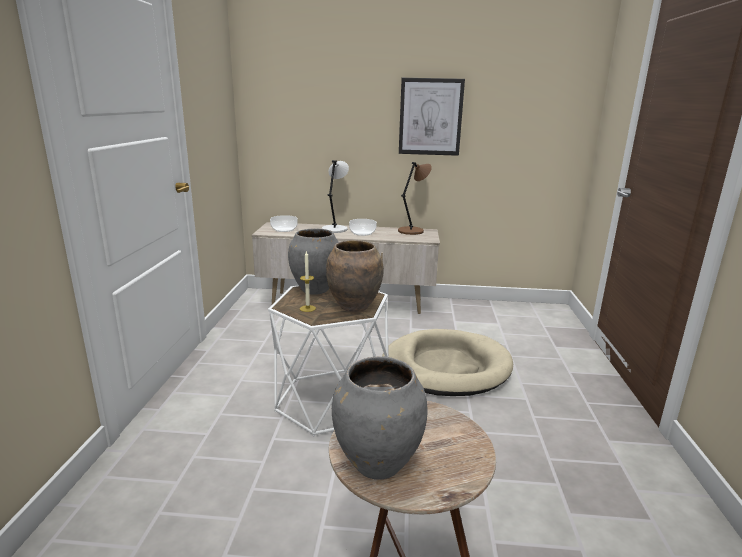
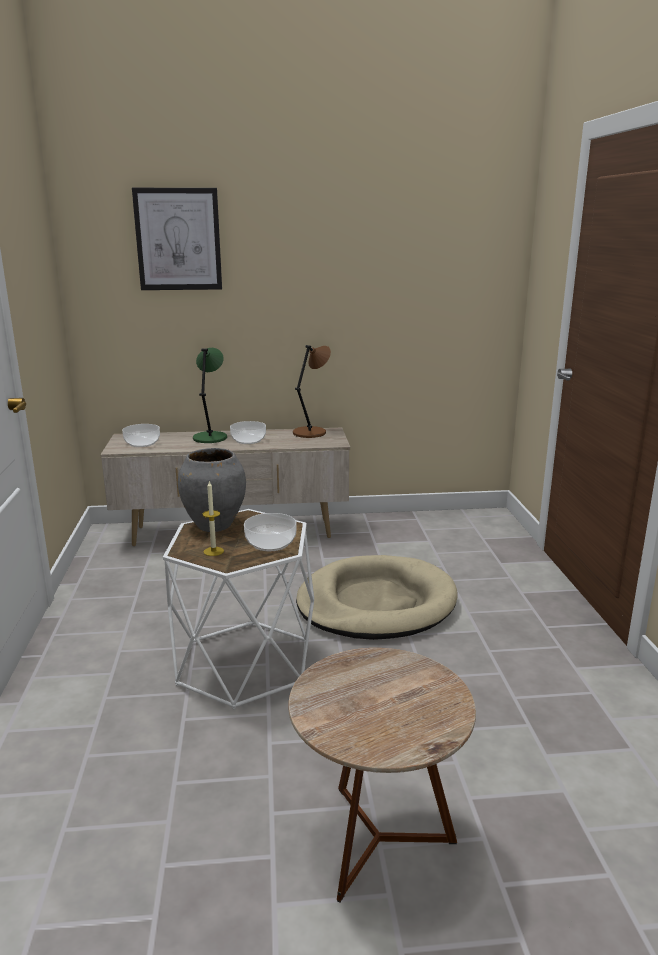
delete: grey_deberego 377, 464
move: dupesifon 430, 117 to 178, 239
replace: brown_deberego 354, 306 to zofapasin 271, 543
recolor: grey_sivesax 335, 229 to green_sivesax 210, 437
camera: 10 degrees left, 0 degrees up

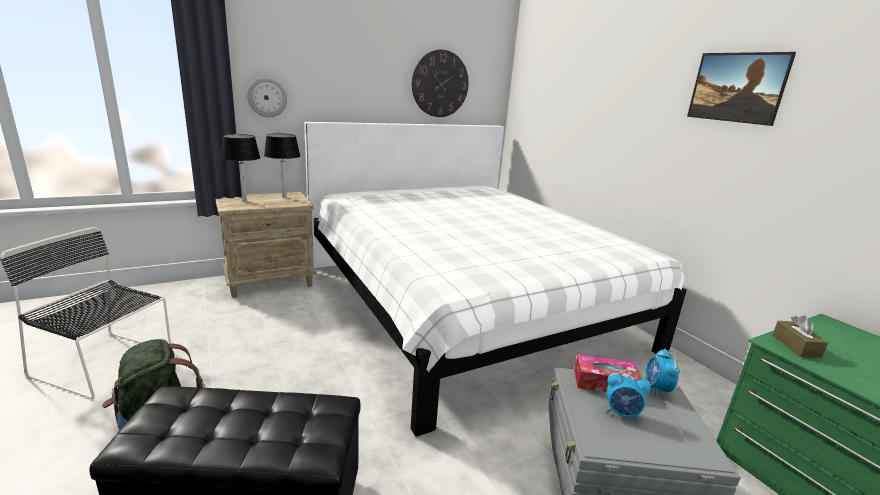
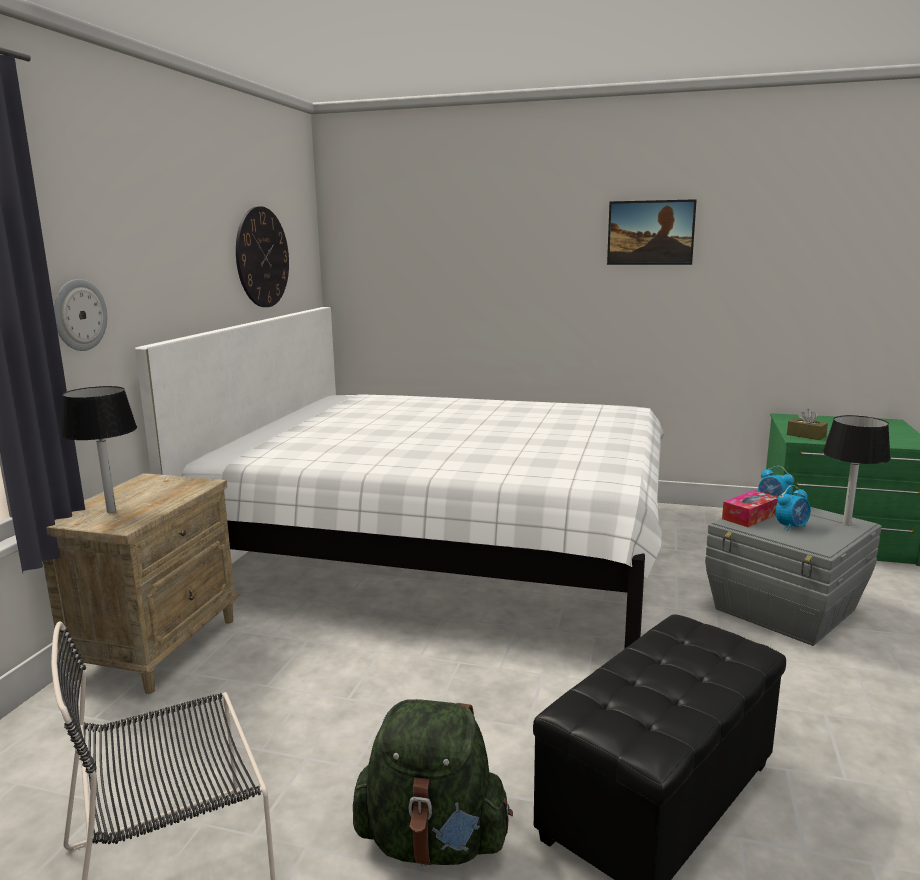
move: black_sivesax 284, 197 to 846, 524
camera: 45 degrees left, 5 degrees down

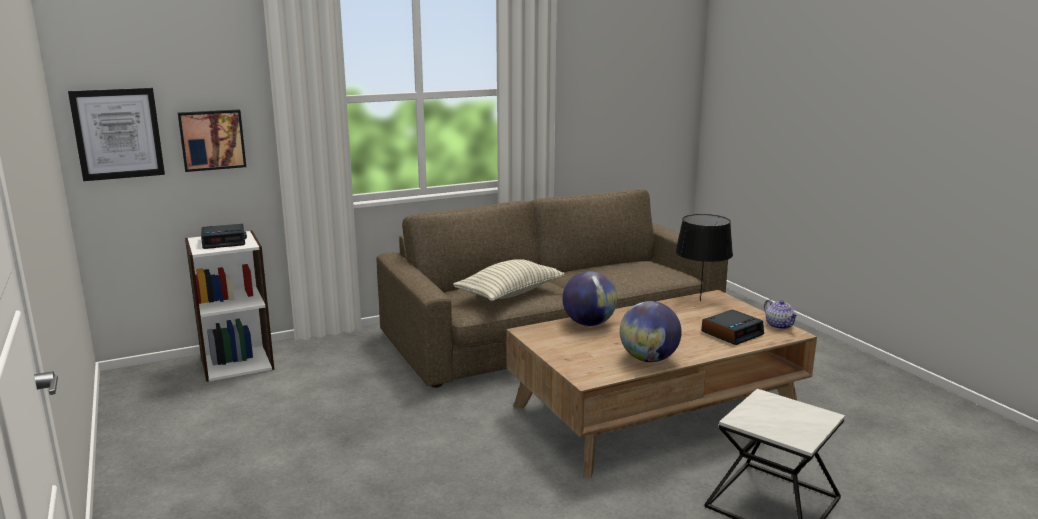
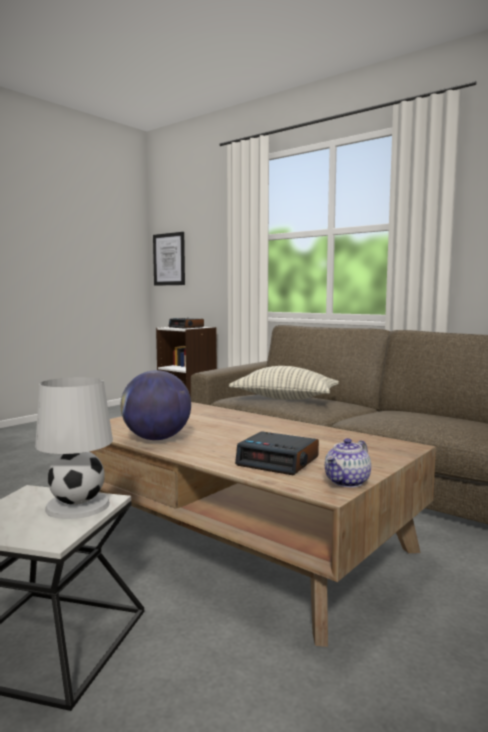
delete: dupesifon 212, 139; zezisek 589, 323; black_sivesax 700, 300
insert: white_sivesax 76, 506
camera: 65 degrees right, 10 degrees down

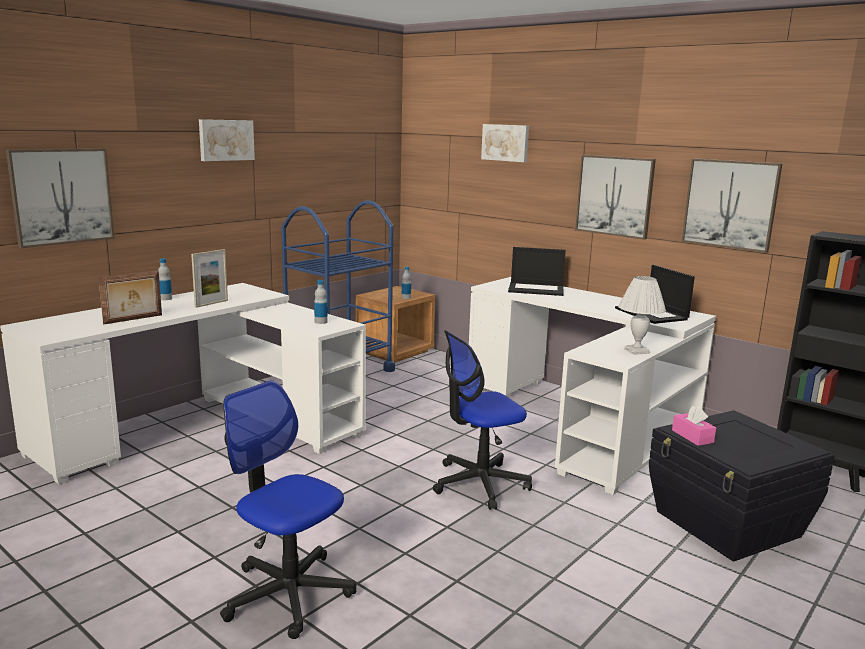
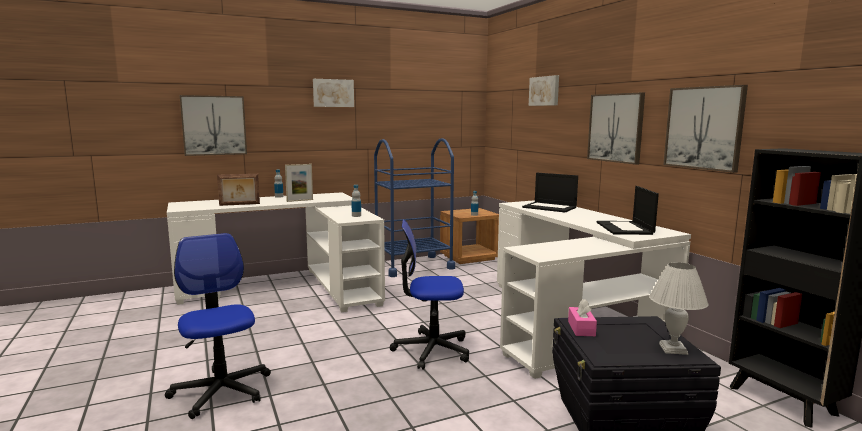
move: white_sivesax 636, 351 to 672, 348
camera: 25 degrees right, 5 degrees down

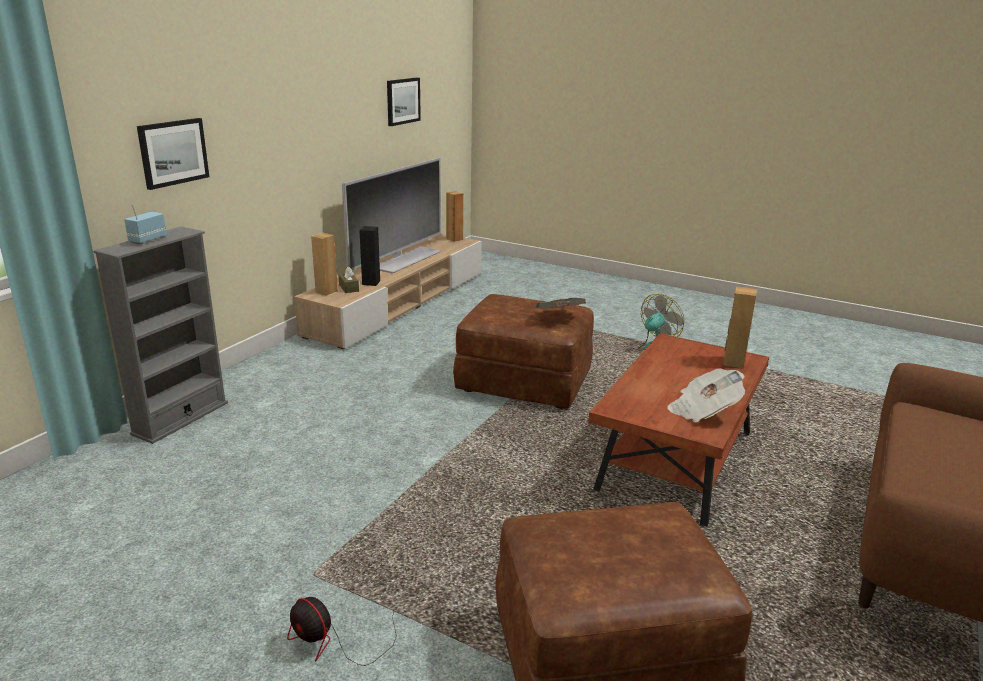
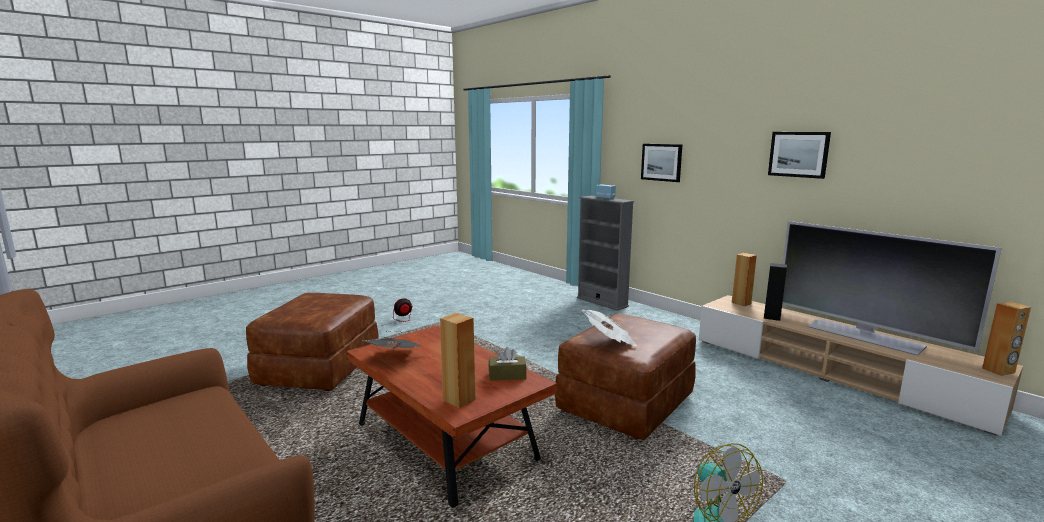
move: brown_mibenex 349, 288 to 507, 375; dupesifon 402, 101 to 798, 154
camera: 110 degrees right, 10 degrees down

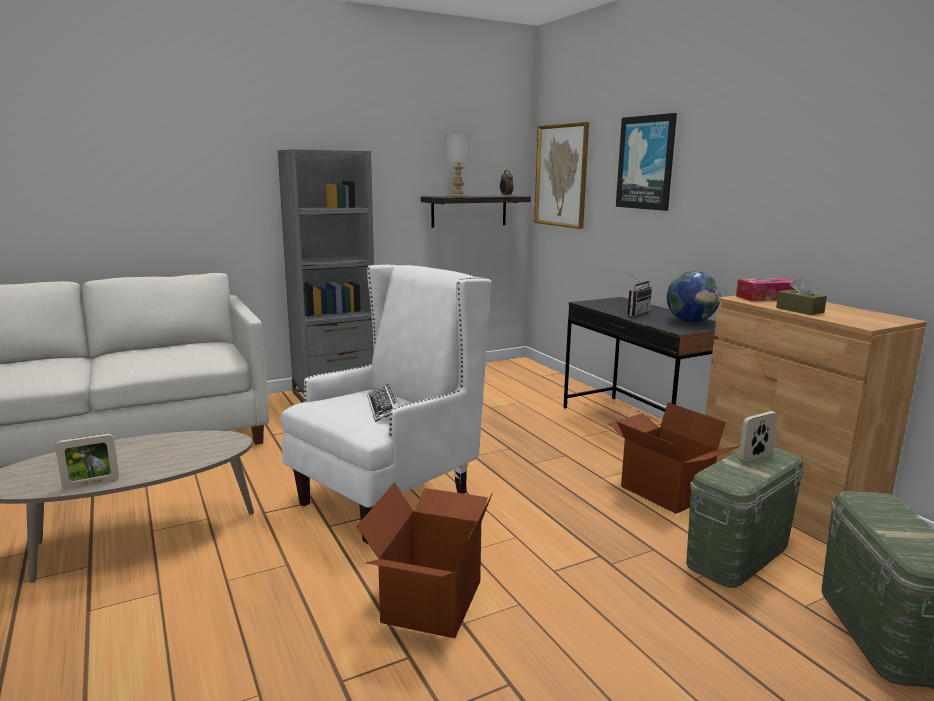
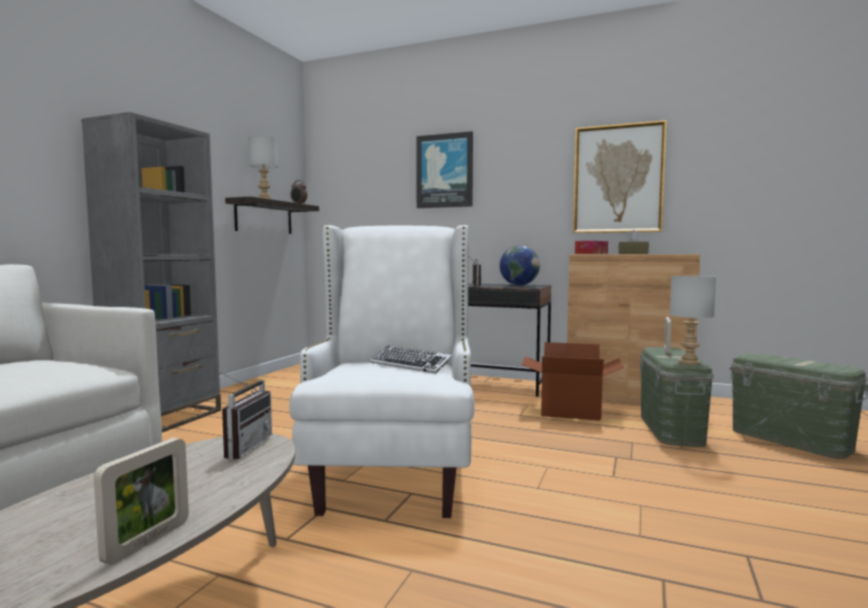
delete: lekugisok 430, 601
insert: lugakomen 242, 447; grey_sivesax 689, 362
move: dupesifon 561, 175 to 618, 179
camera: 40 degrees left, 10 degrees down

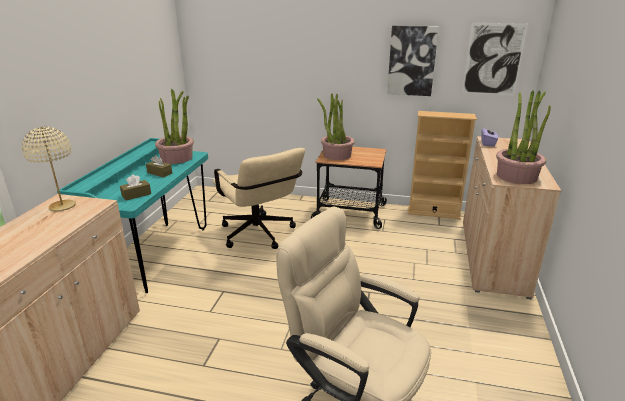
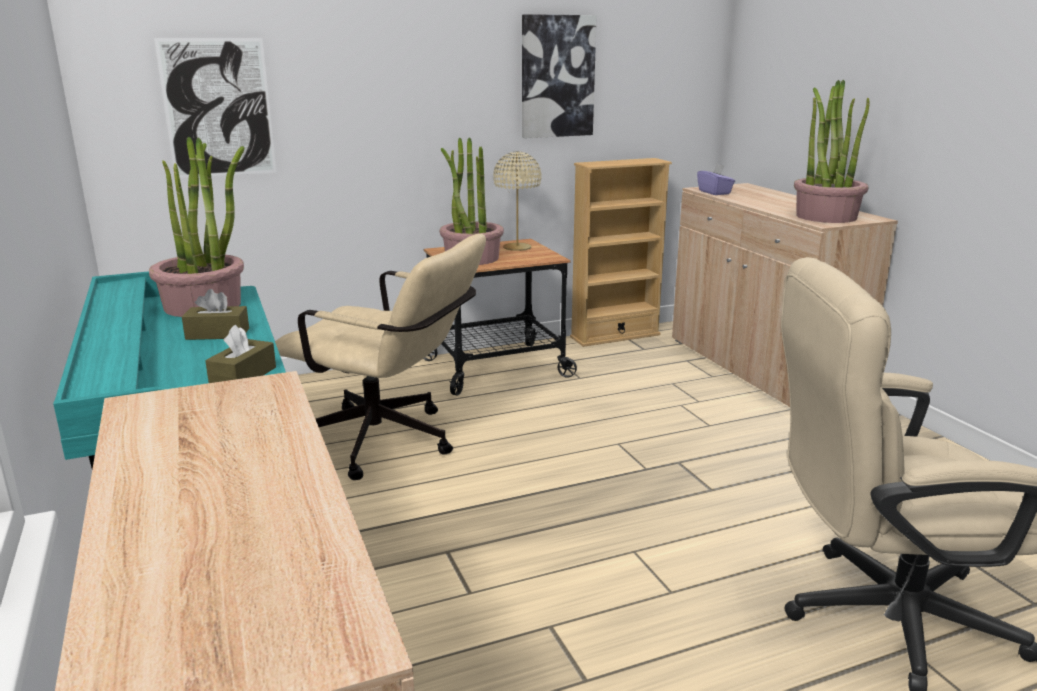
move: beige_sivesax 62, 206 to 517, 248; dupesifon 493, 59 to 218, 108
camera: 35 degrees left, 5 degrees down

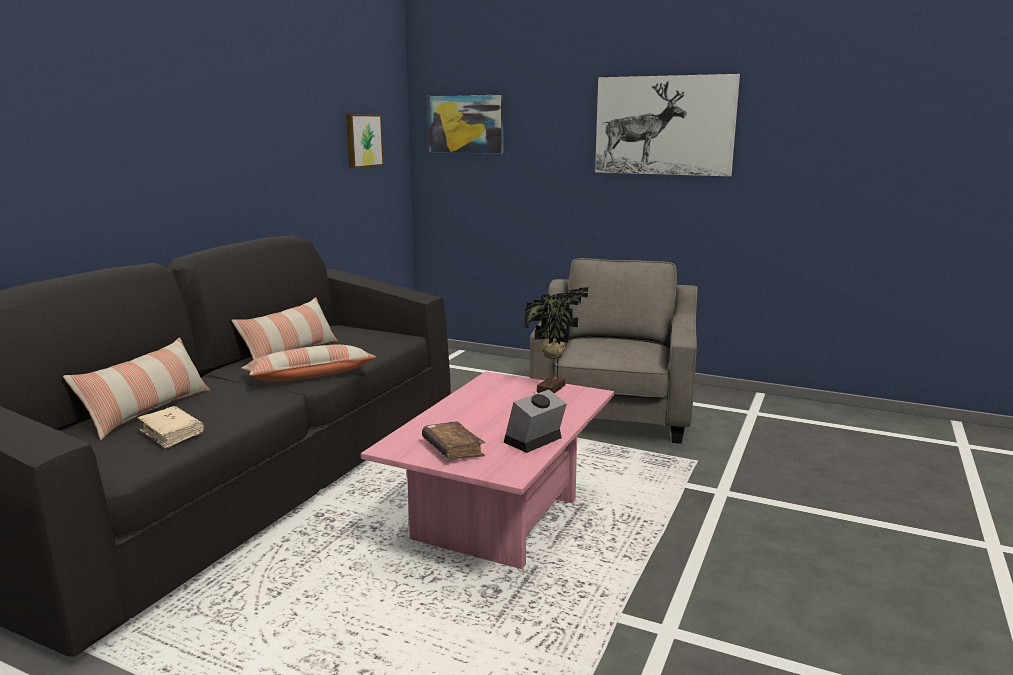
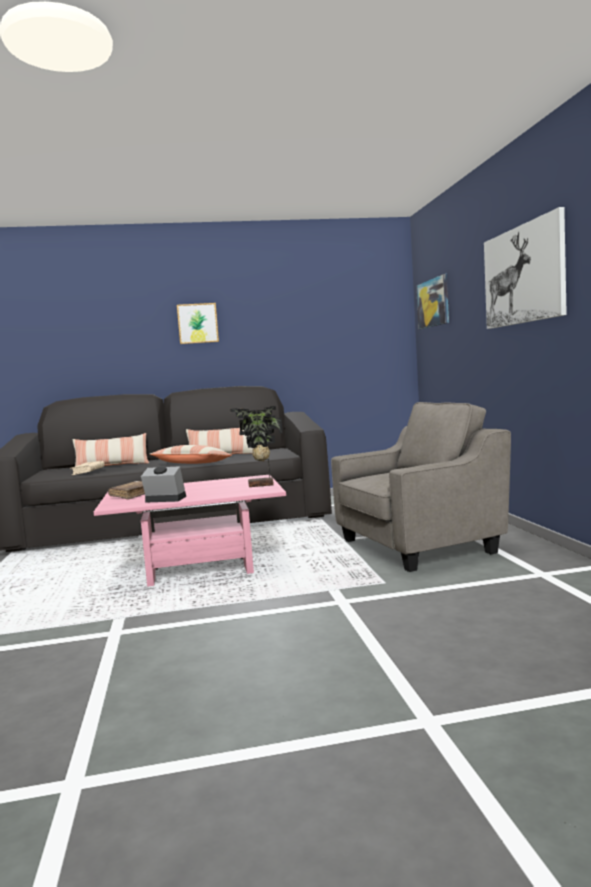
move: dupesifon 363, 140 to 197, 323
camera: 55 degrees right, 10 degrees down

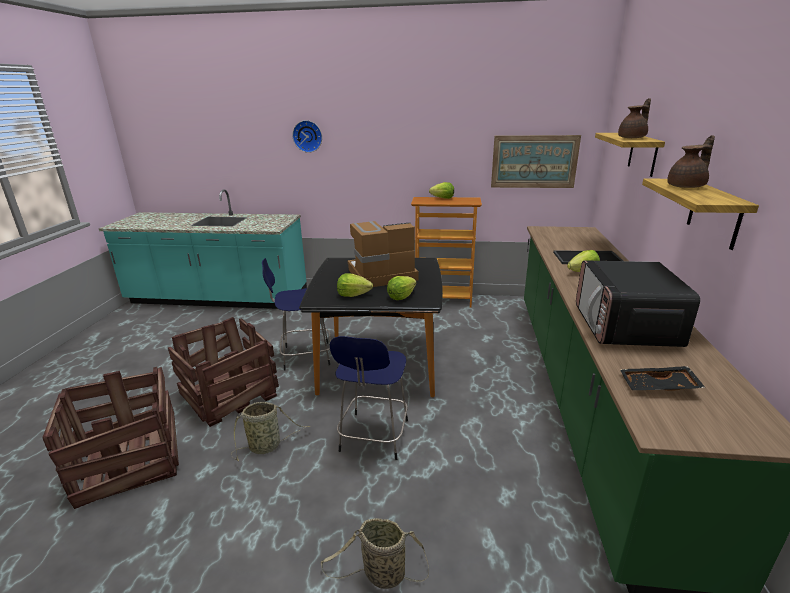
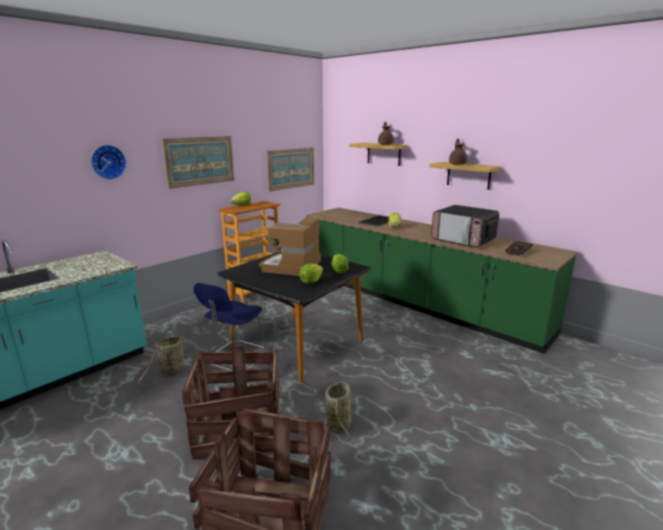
delete: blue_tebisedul 373, 437
insert: dupesifon 200, 161
move: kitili 381, 574 to 171, 372
camera: 55 degrees left, 5 degrees down

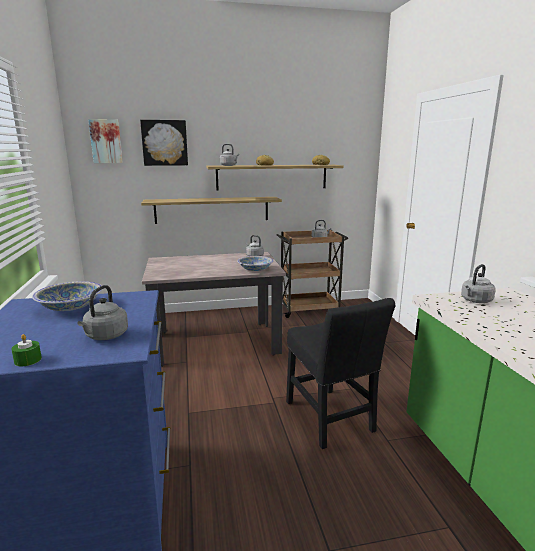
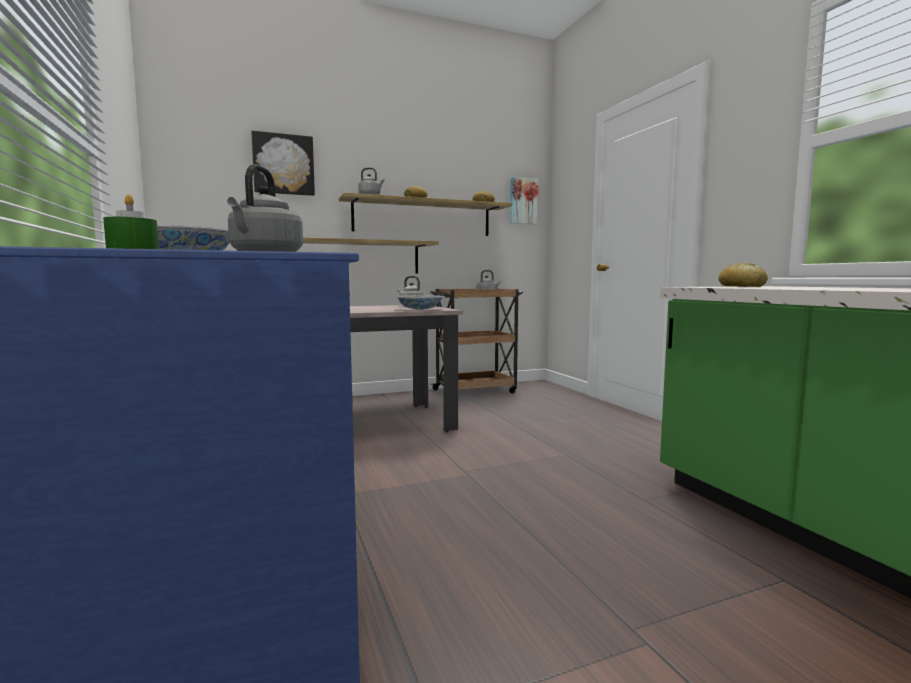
delete: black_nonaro 330, 419
move: dupesifon 106, 141 to 523, 201
replace: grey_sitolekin 475, 301 to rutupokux 741, 286
camera: 10 degrees left, 10 degrees down

